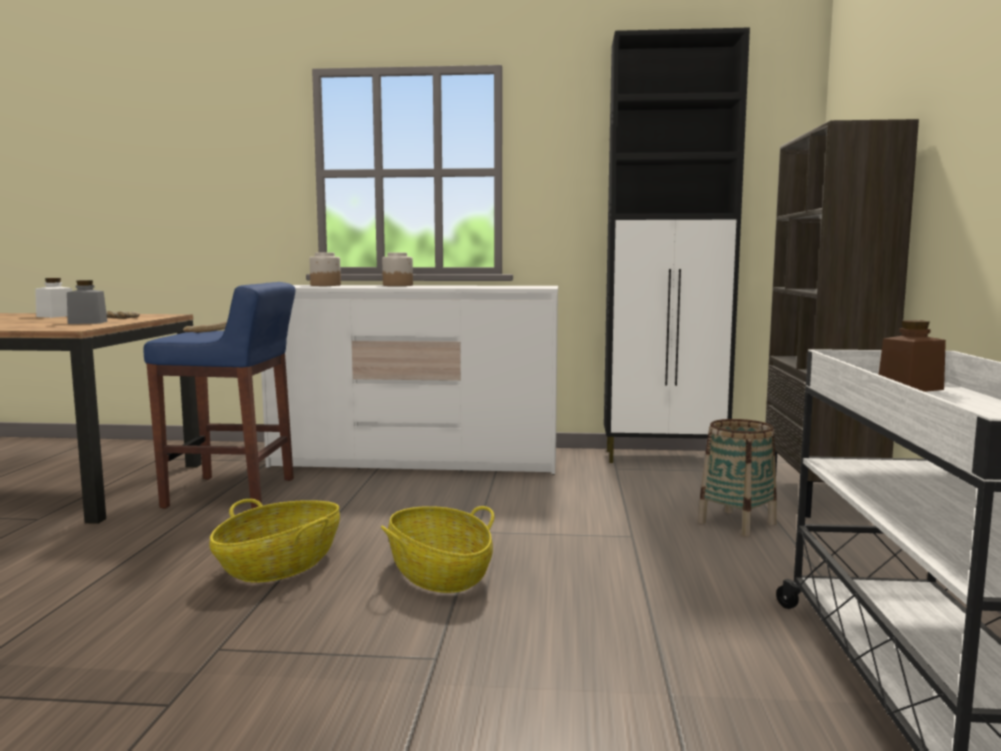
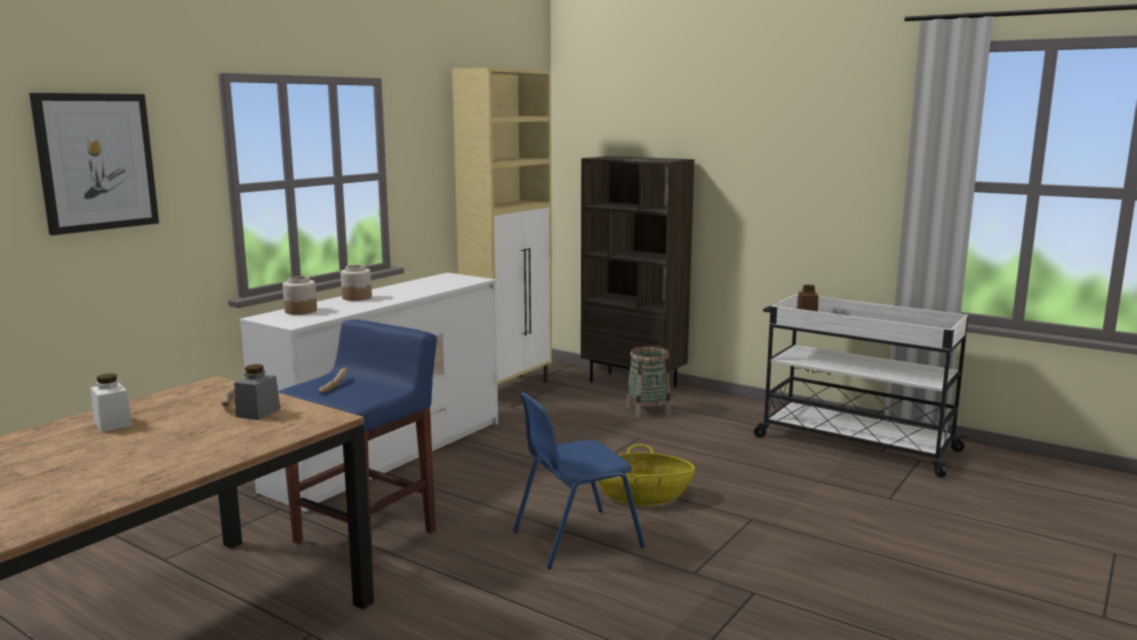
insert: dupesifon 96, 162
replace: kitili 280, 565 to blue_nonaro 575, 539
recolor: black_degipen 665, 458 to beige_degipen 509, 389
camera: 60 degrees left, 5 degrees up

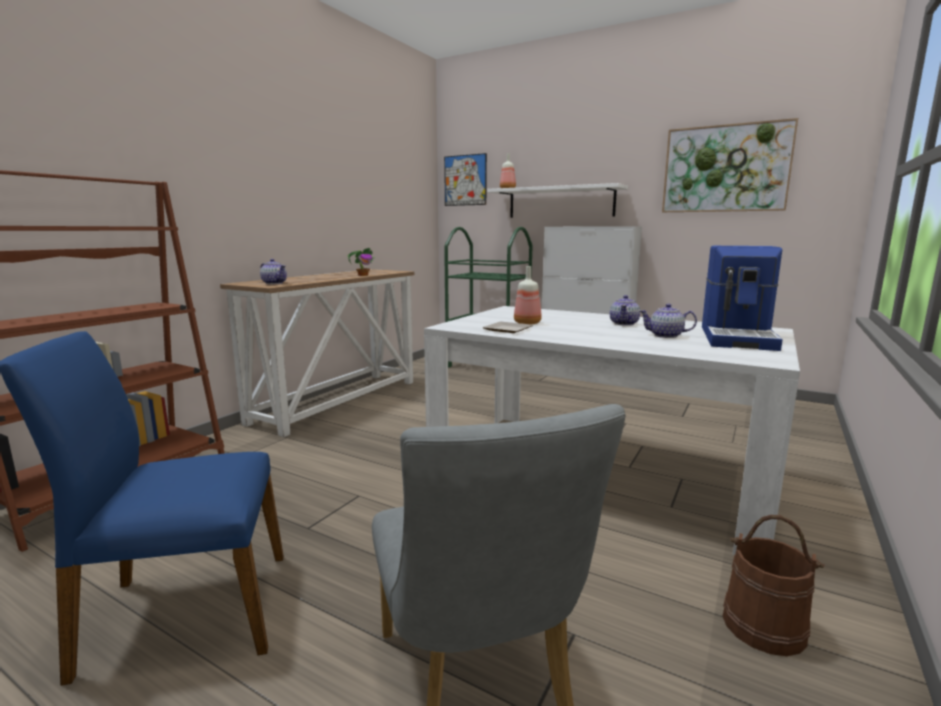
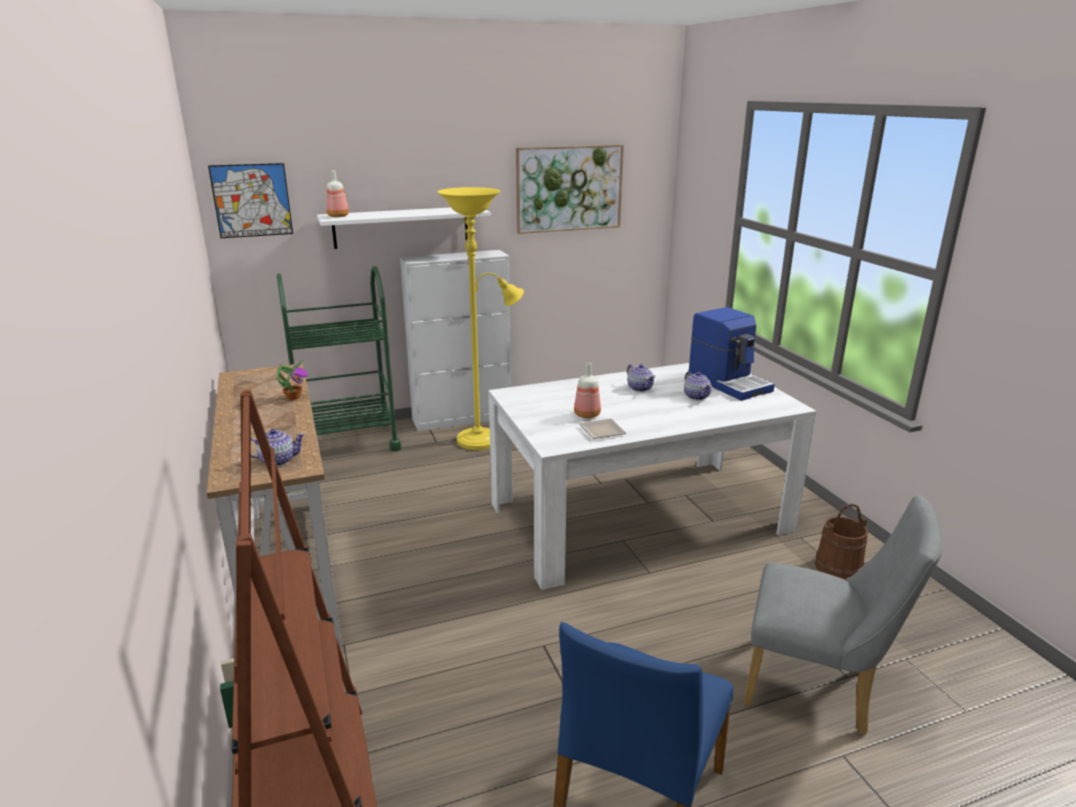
insert: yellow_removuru 483, 439
rotate: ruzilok 666, 335 = 696, 396 75 degrees counterclockwise
camera: 50 degrees left, 10 degrees up

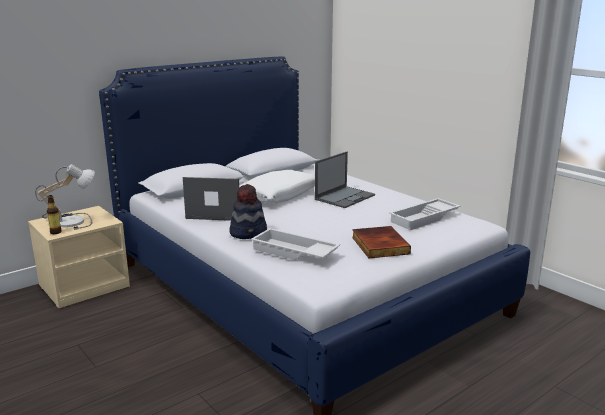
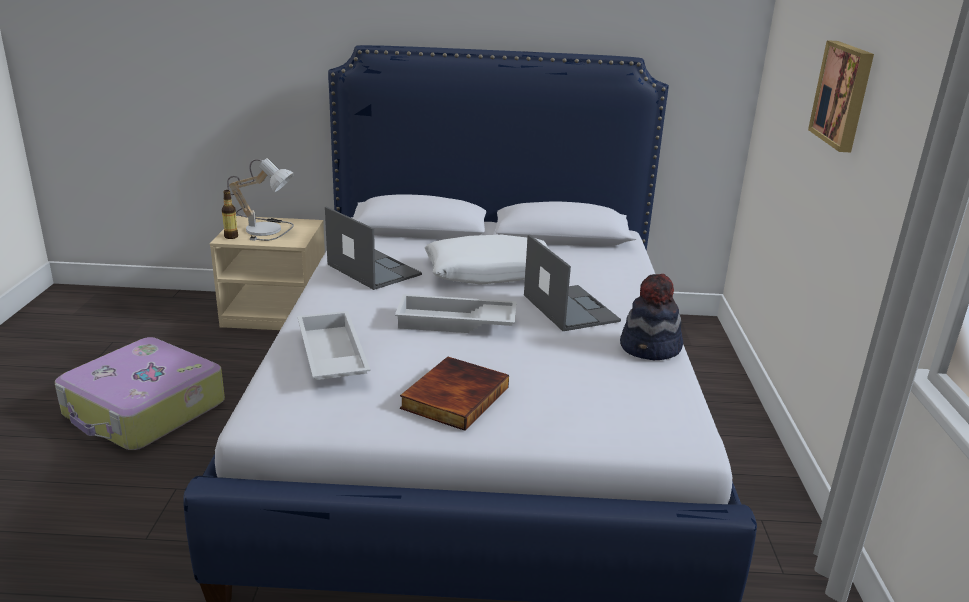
insert: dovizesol 144, 410; dupesifon 844, 95
move: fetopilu 249, 233 to 650, 348; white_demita 424, 218 to 455, 323
rotate: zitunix 345, 197 = 569, 308 105 degrees counterclockwise
camera: 40 degrees right, 5 degrees up

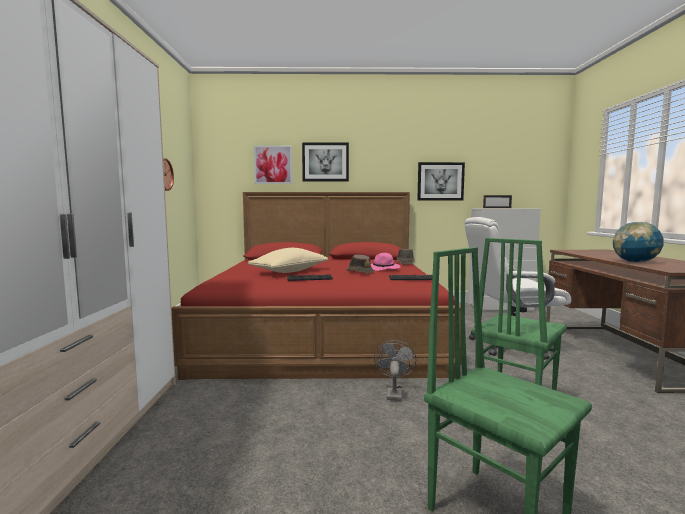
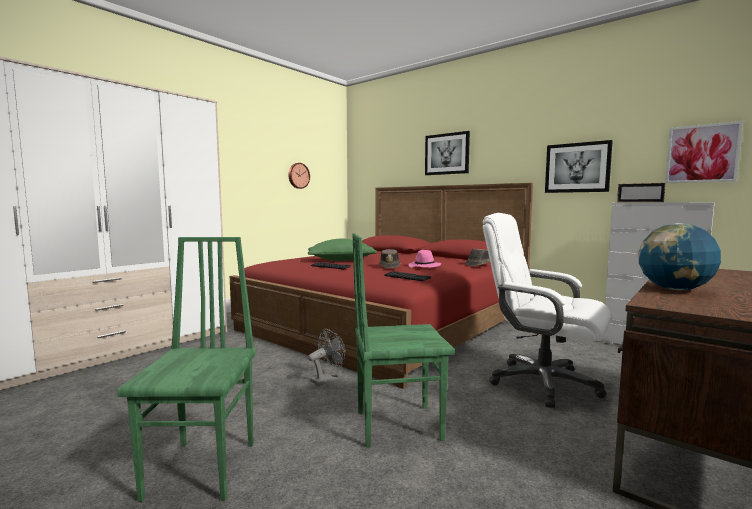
move: dupesifon 273, 165 to 702, 153
recolor: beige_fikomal 289, 271 to green_fikomal 341, 260
camera: 40 degrees right, 0 degrees up

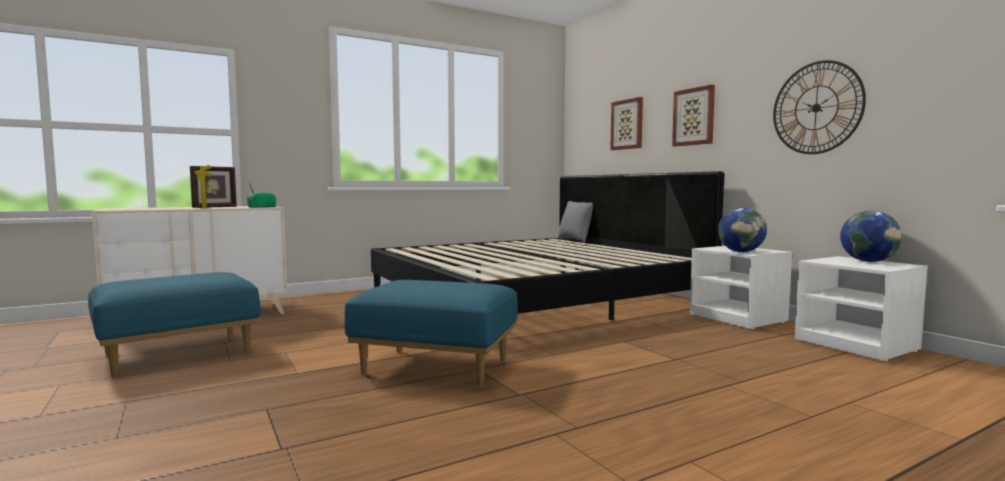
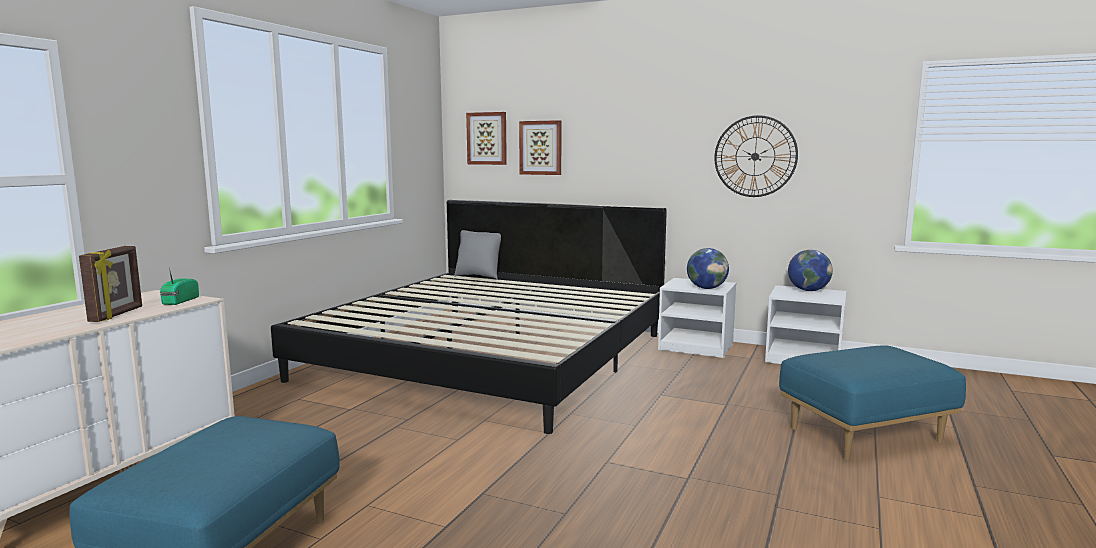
move: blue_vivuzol 437, 367 to 864, 434; dupesifon 694, 116 to 487, 138
camera: 35 degrees left, 5 degrees up

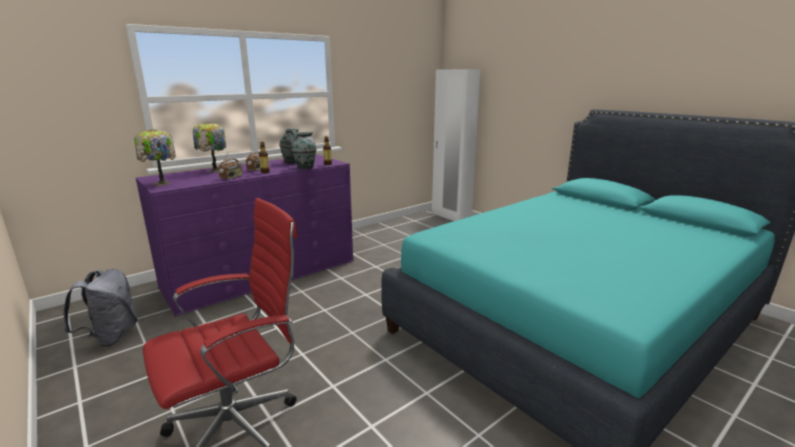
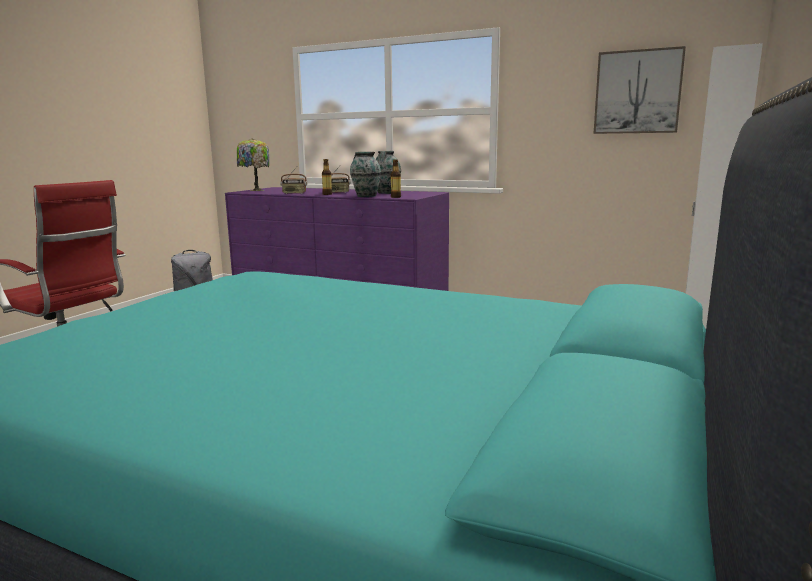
delete: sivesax 214, 170
insert: dupesifon 637, 92
camera: 65 degrees right, 5 degrees down

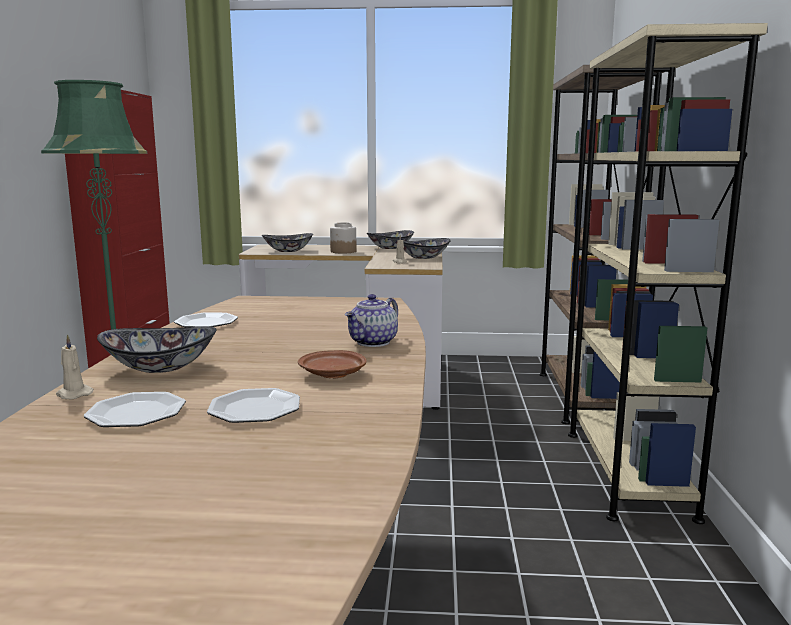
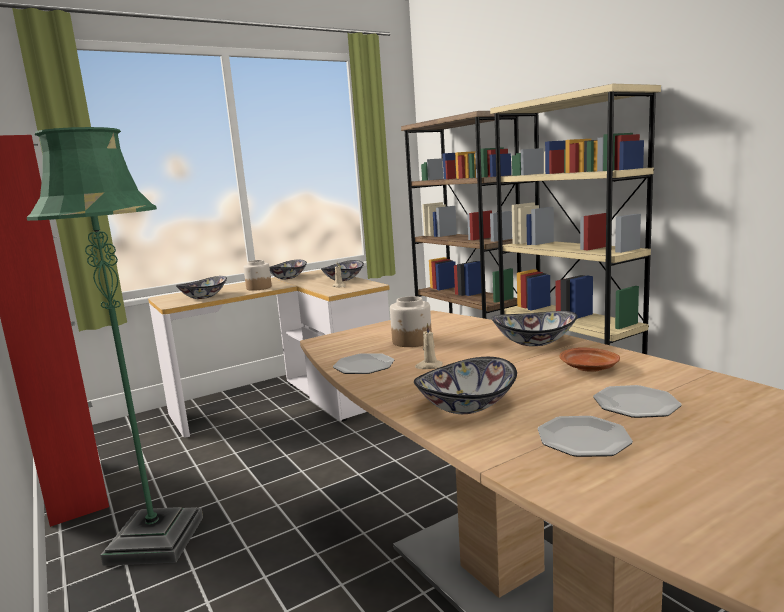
insert: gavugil 412, 341
move: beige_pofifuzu 73, 394 to 428, 366
replace: ruzilok 373, 342 to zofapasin 534, 342
camera: 35 degrees left, 0 degrees up

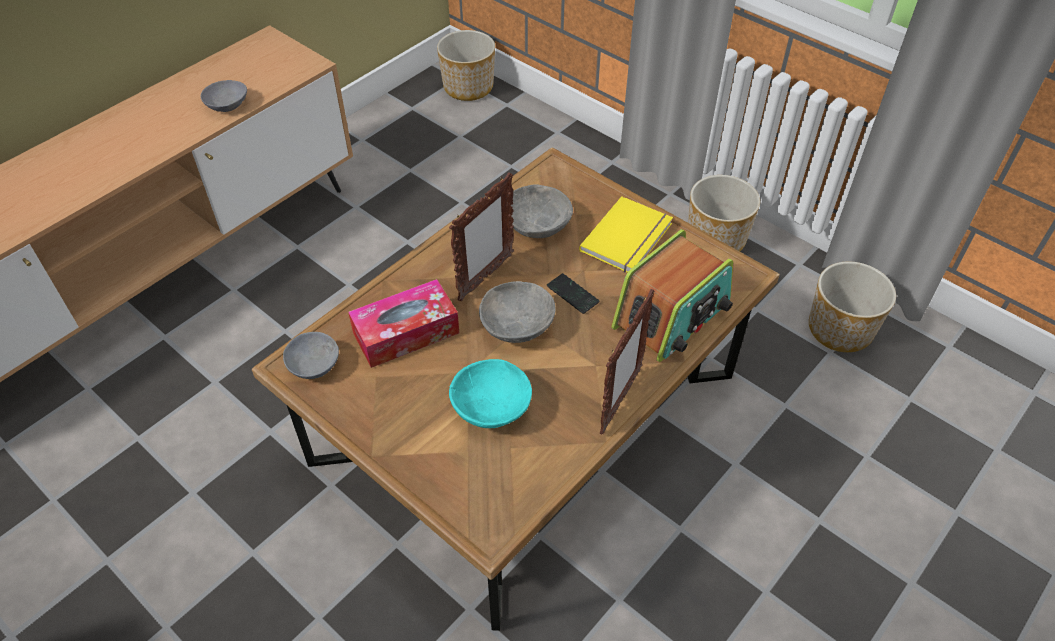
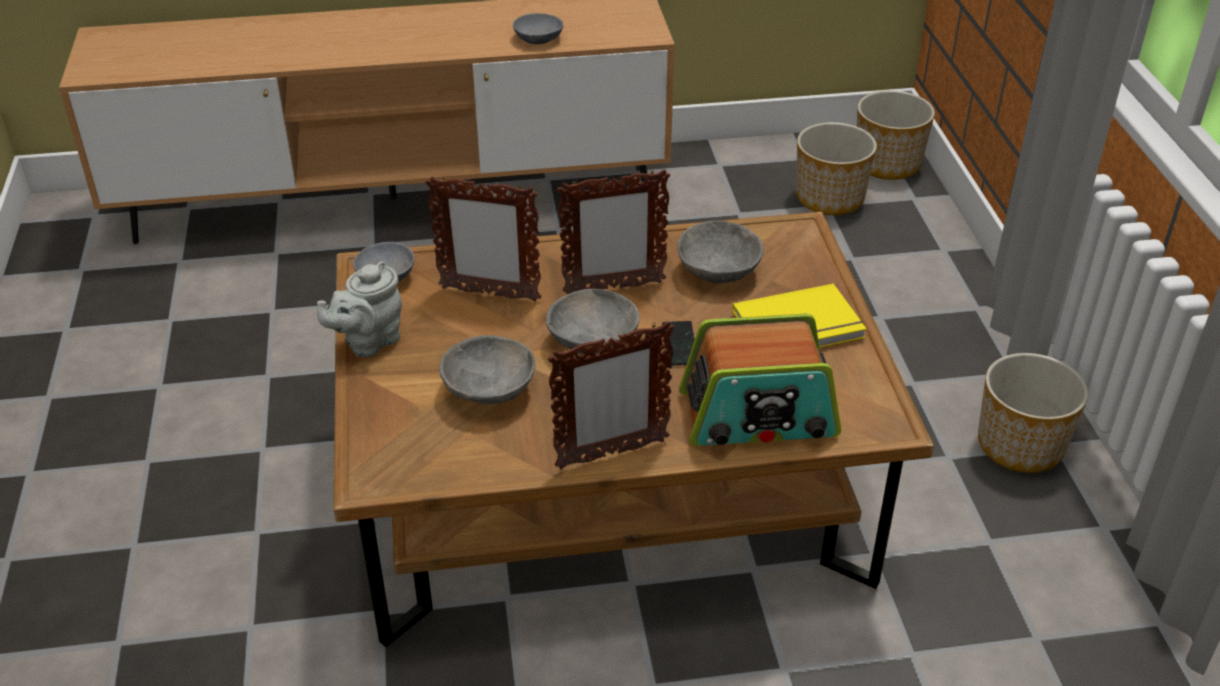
insert: grey_ruzilok 368, 341
move: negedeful 840, 329 to 830, 198
replace: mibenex 406, 333 to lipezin 489, 294
recolor: turquoise_zofapasin 492, 409 to grey_zofapasin 489, 392
camera: 40 degrees right, 10 degrees down

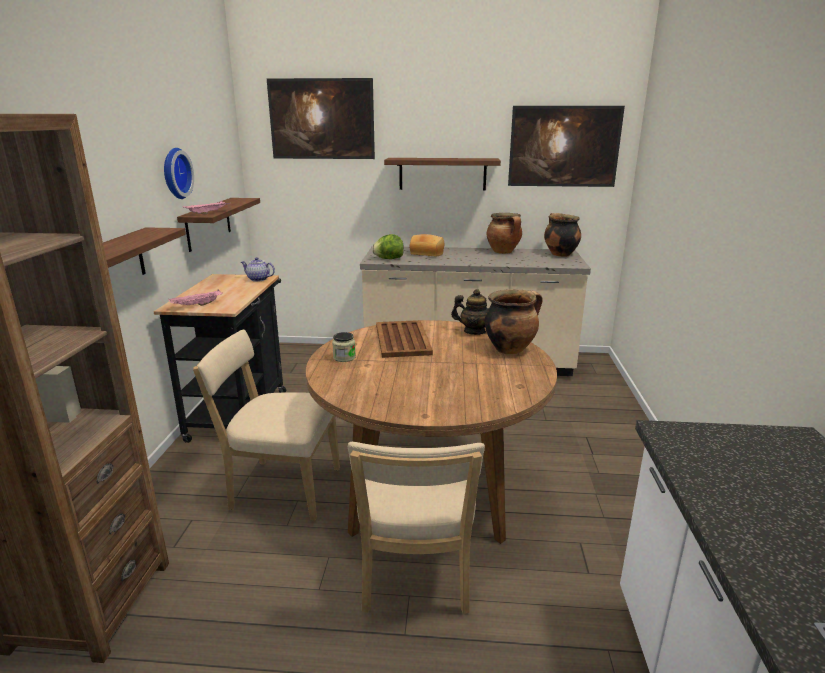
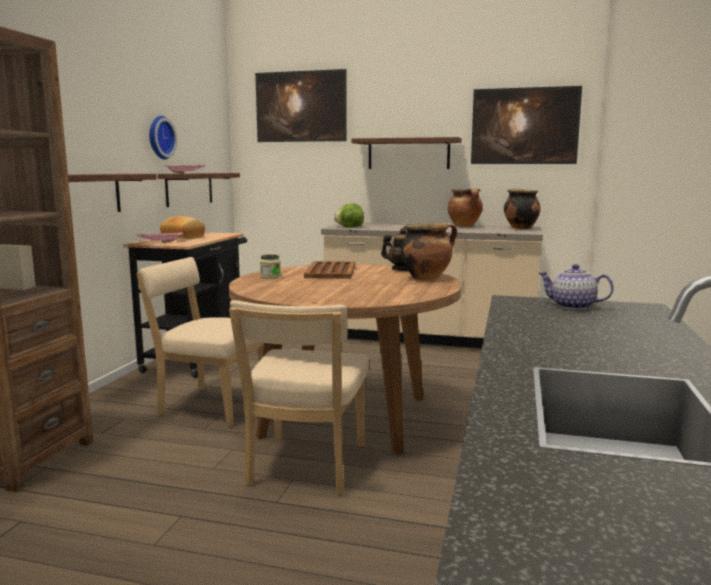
move: ruzilok 258, 279 to 572, 306; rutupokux 427, 253 to 184, 237
camera: 10 degrees right, 10 degrees down

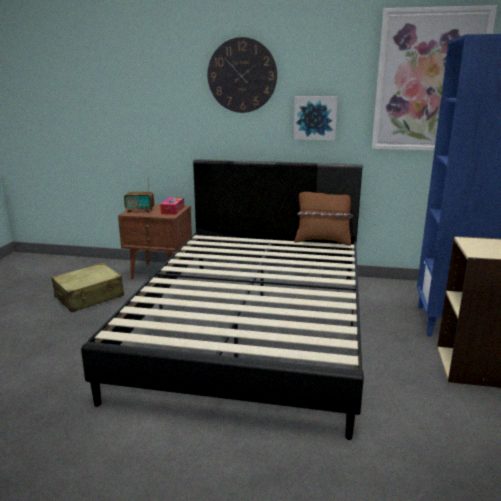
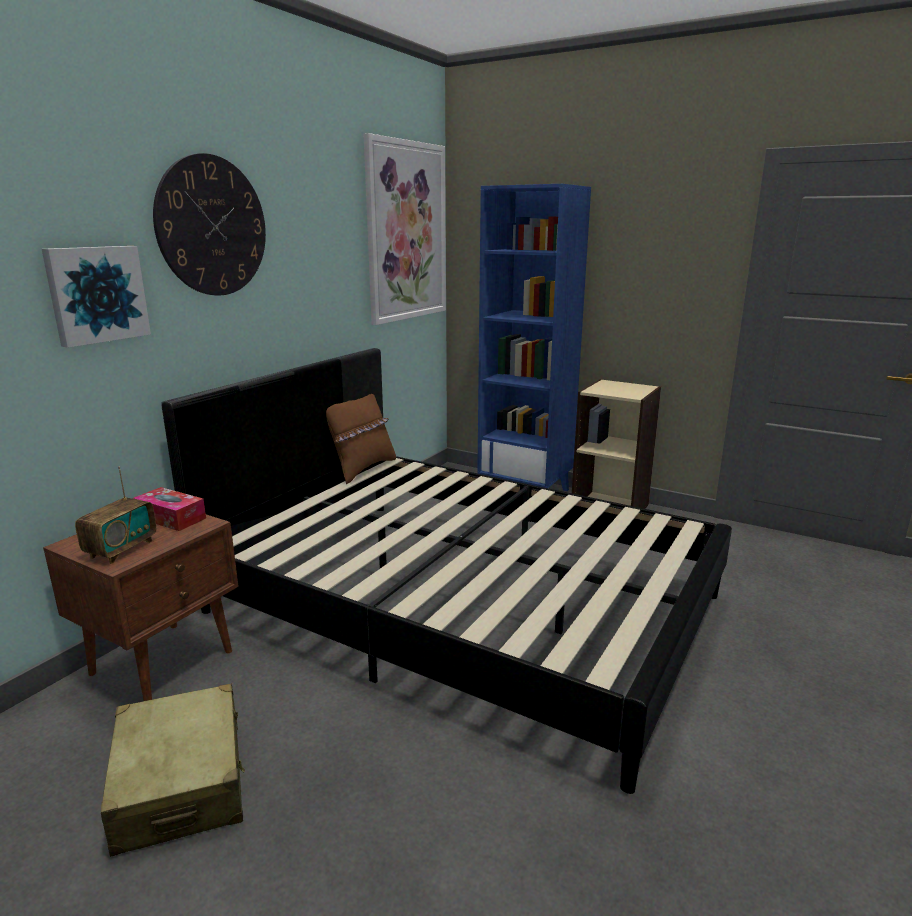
move: dupesifon 315, 118 to 96, 294
camera: 70 degrees left, 0 degrees up

